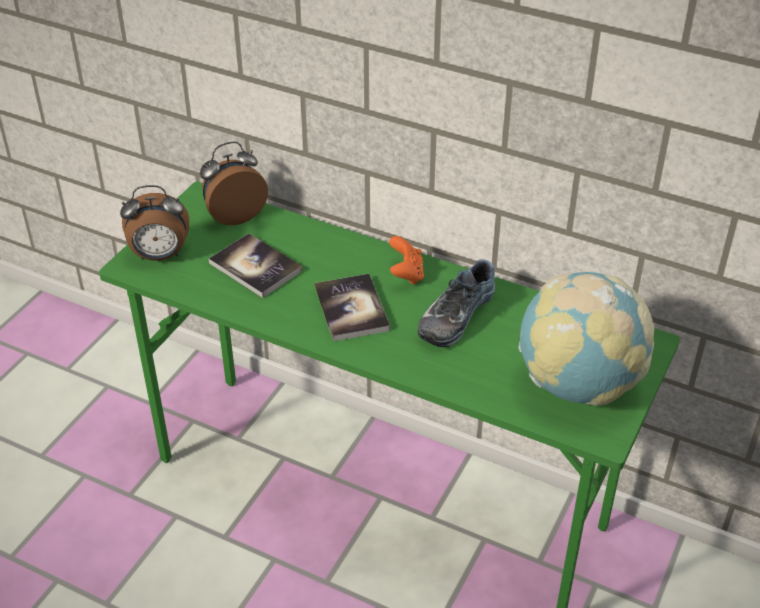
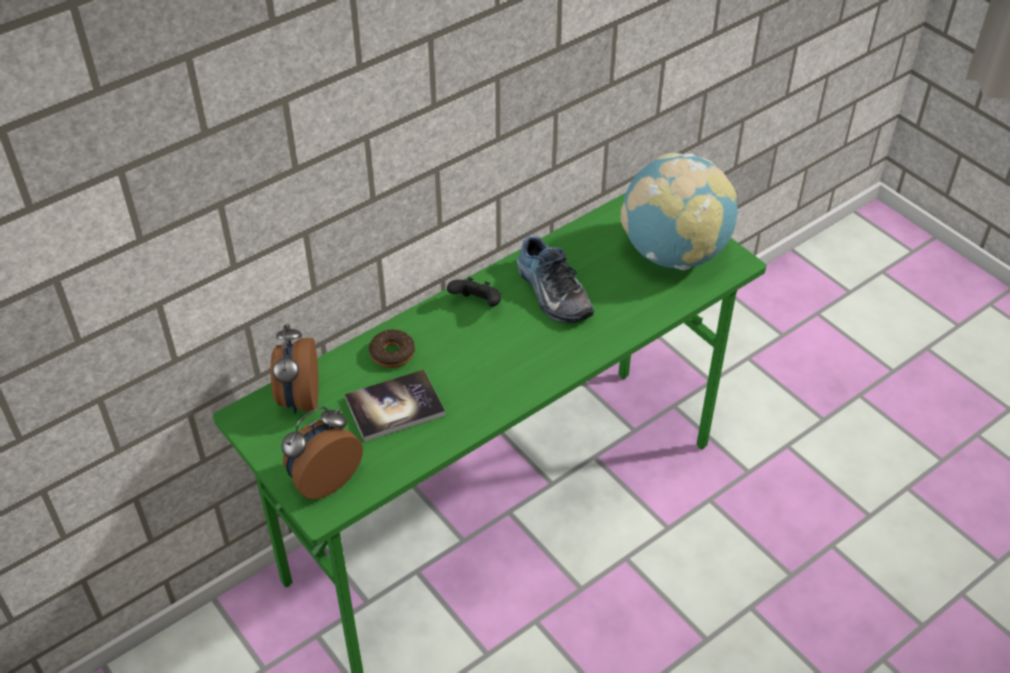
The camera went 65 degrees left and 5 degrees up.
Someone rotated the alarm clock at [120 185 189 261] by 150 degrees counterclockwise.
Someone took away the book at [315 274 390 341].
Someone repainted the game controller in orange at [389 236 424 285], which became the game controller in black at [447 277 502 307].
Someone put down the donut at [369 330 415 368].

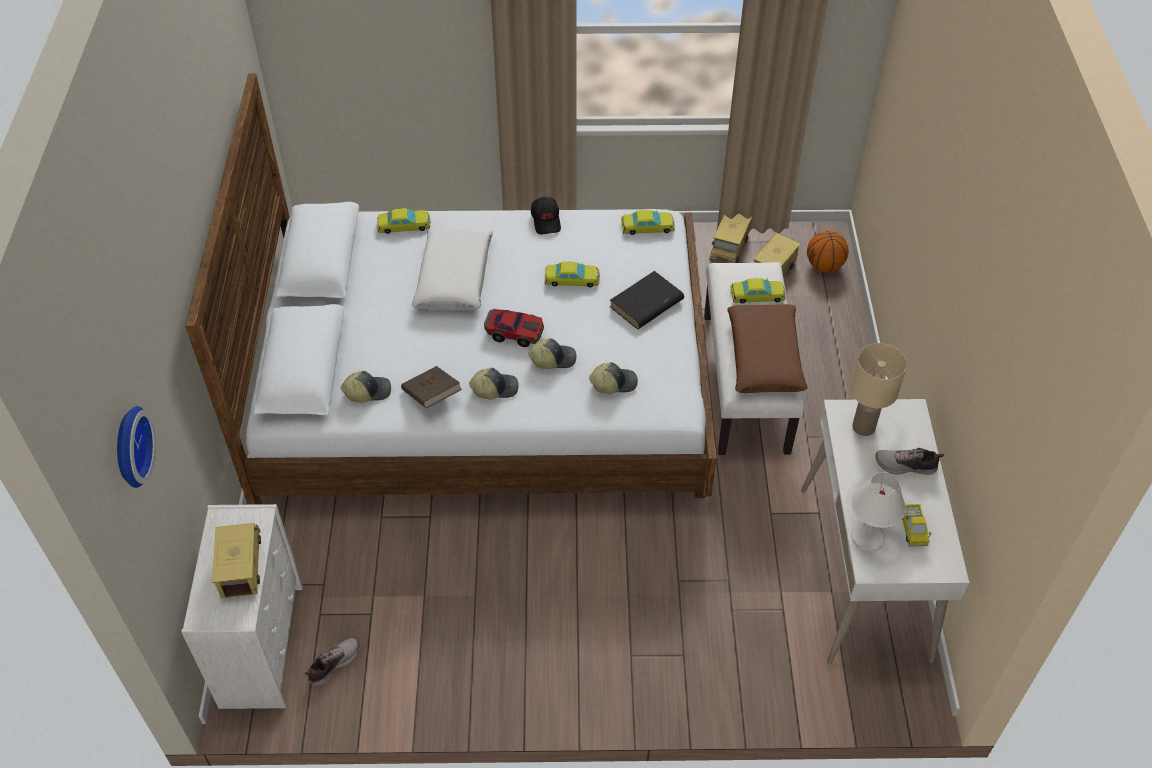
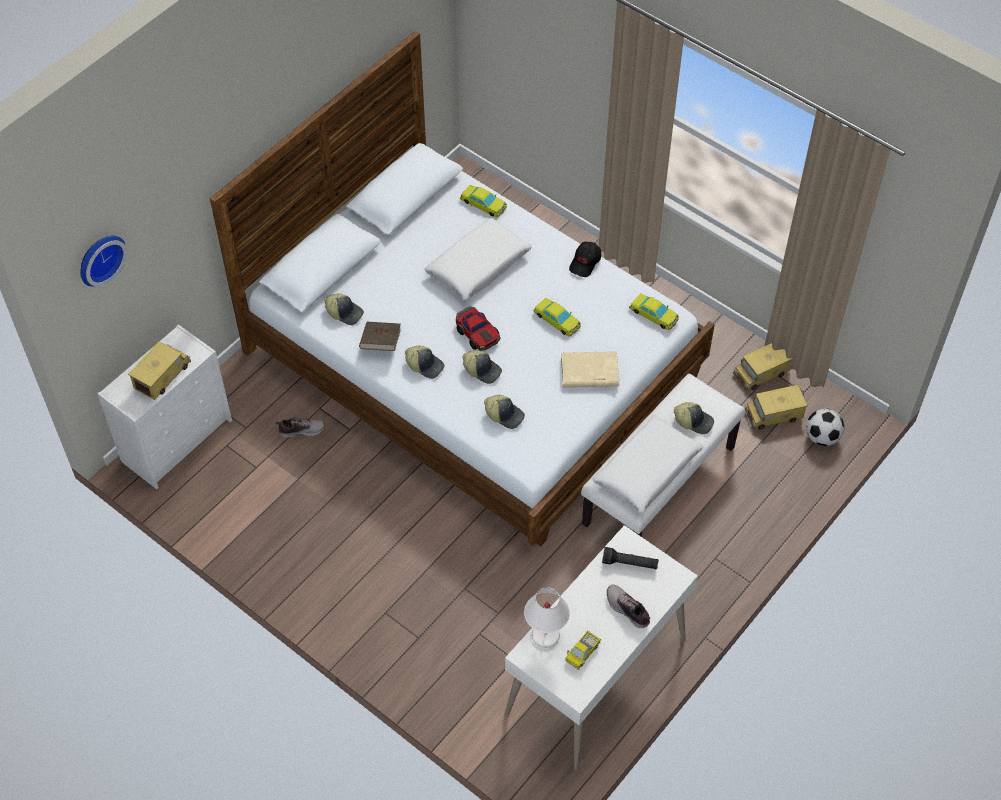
The camera went 40 degrees right and 5 degrees up.
Someone carried the shoe from [305 638 359 686] to [276 417 325 438].
Someone repainted the book in black at [610 271 684 329], which became the book in beige at [561 351 619 388].
Someone repainted the pillow in brown at [727 304 807 393], which became the pillow in white at [592 415 703 513].
Someone swapped the toy car in yellow at [730 278 786 304] for the cap at [674 402 714 434].
Someone swapped the basketball at [807 231 849 272] for the football at [806 408 844 446].
Someone swapped the table lamp in beige at [851 343 907 436] for the flashlight in black at [602 547 659 569].

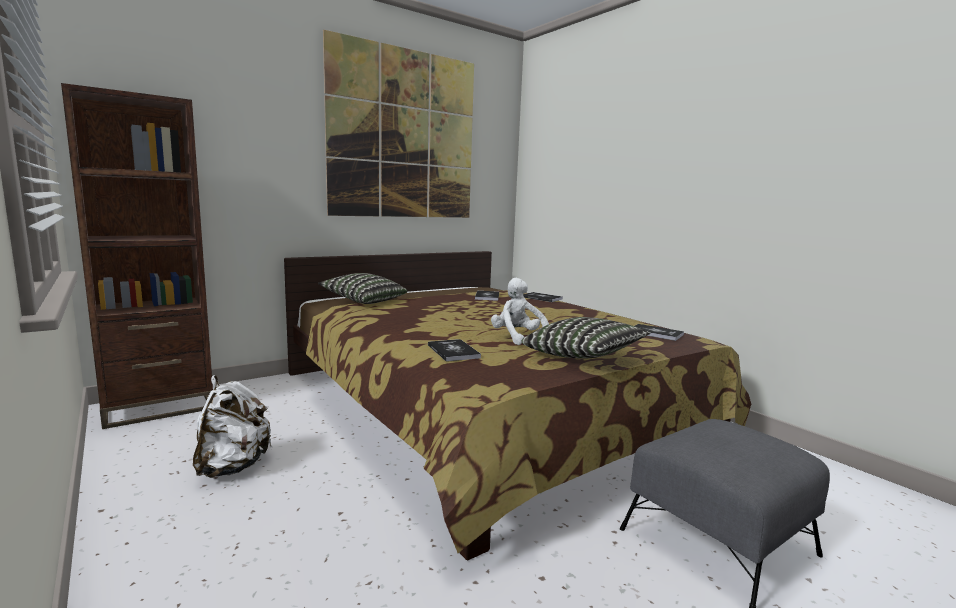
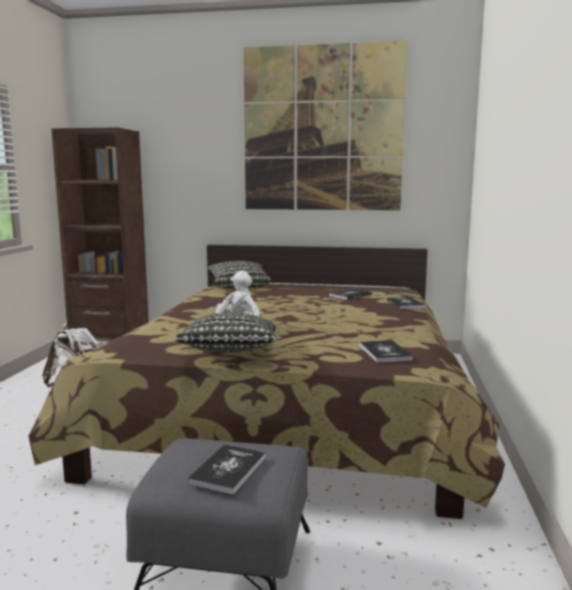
The camera went 45 degrees right and 0 degrees up.
Someone carried the book from [428 339 481 362] to [187 444 266 494].

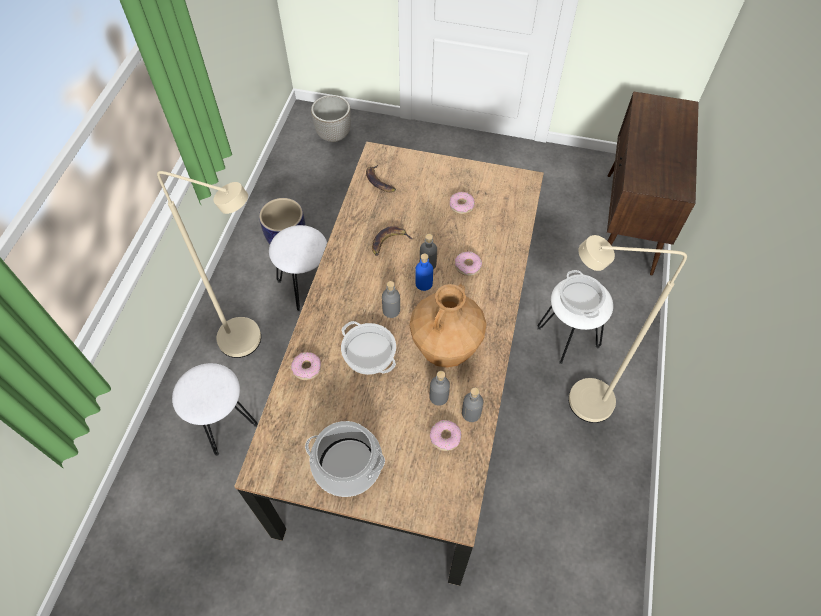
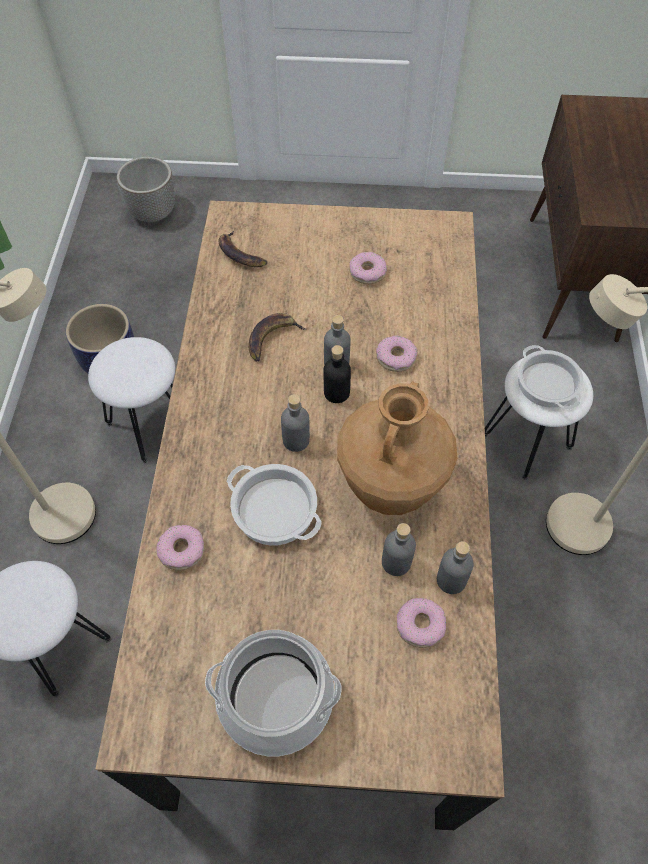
The camera went 10 degrees left and 0 degrees up.
Someone repainted the bottle in blue at [415 254 433 291], which became the bottle in black at [324 345 351 403].

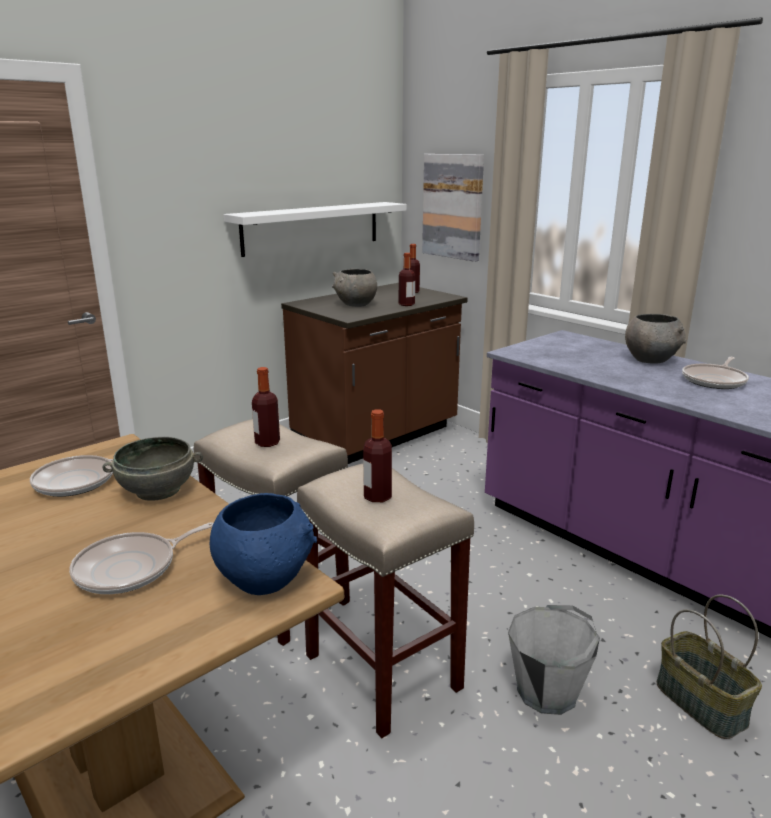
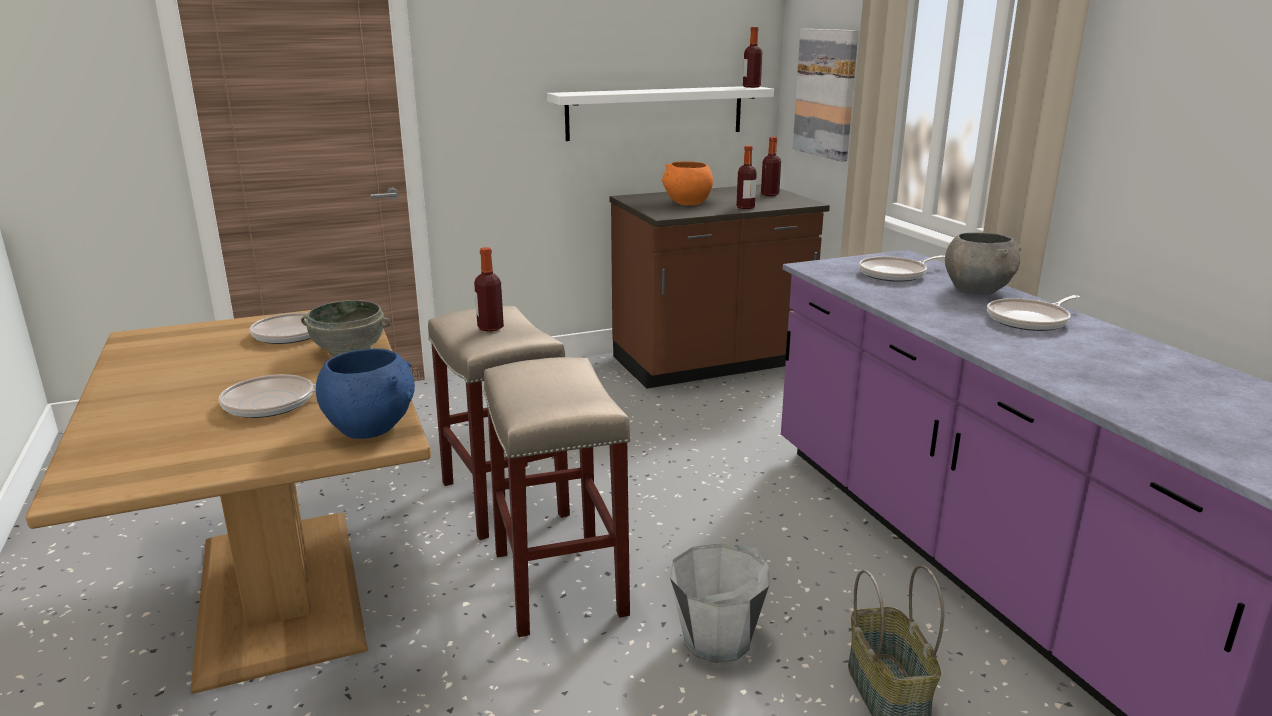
The camera went 20 degrees right and 0 degrees up.
Someone repainted the bowl in grey at [332 269 377 307], which became the bowl in orange at [662 161 713 206].
Someone carried the bottle from [363 409 392 502] to [743 27 763 88].
Someone put down the frying pan at [859 255 945 282].

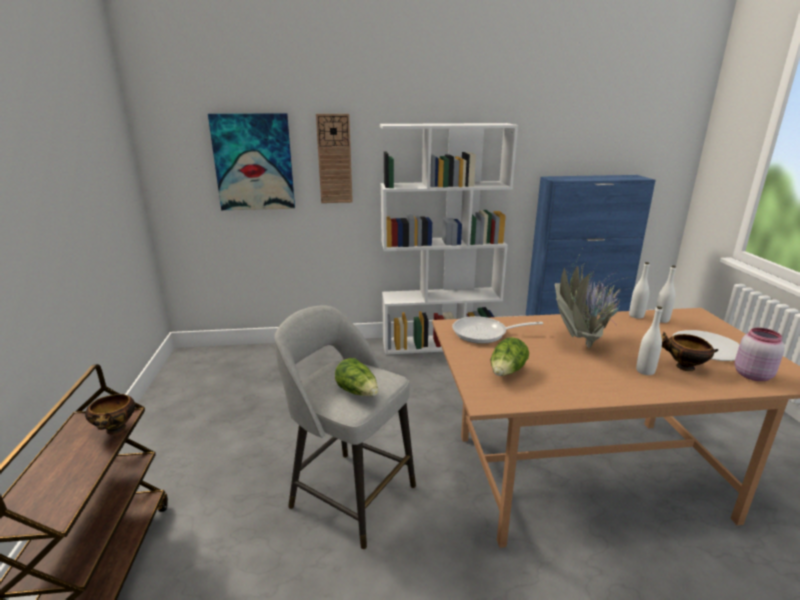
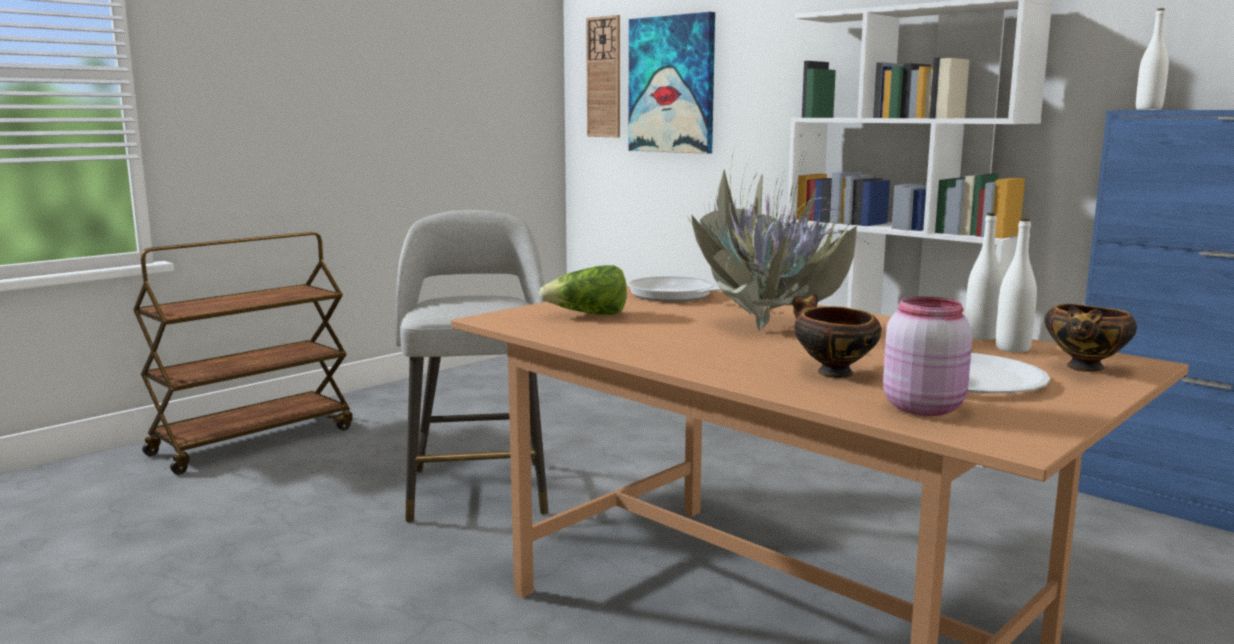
The camera went 50 degrees right and 10 degrees down.
Someone carried the bowl from [85 394 135 434] to [1044 304 1137 372].
Someone carried the wall clock from [316 114 353 203] to [586 15 620 137].
Someone took away the lettuce at [335 358 378 396].
Someone carried the bottle in white from [636 306 662 375] to [1136 8 1169 109].

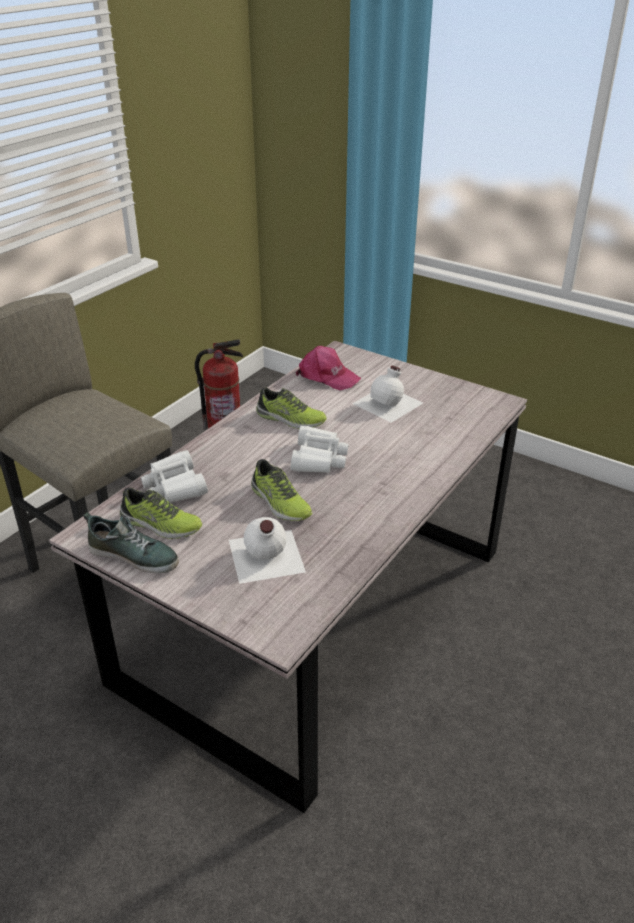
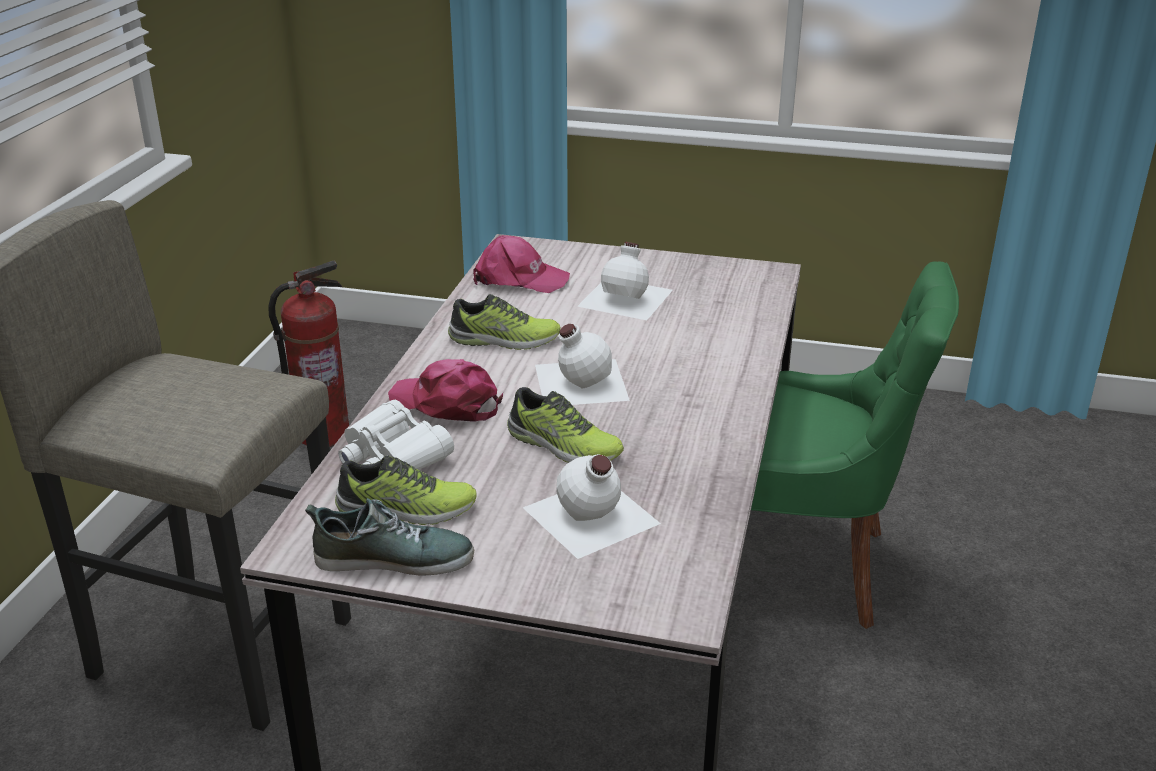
The camera went 20 degrees left and 5 degrees down.
Someone swapped the binoculars in white at [291 426 349 473] for the bottle in white at [535 324 630 405].
Someone put down the cap in pink at [388 359 503 422].
Someone put down the chair in green at [751 261 959 629].

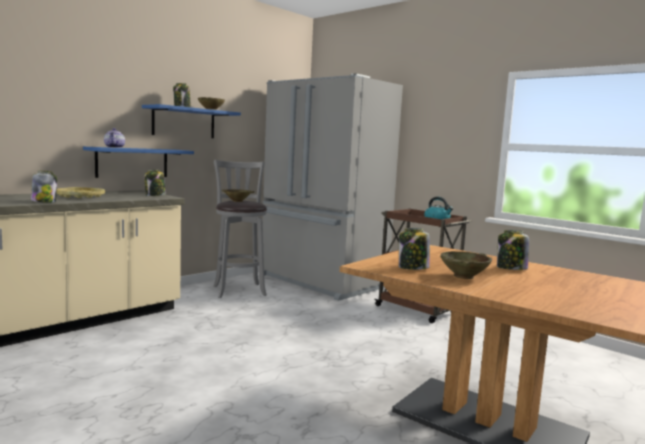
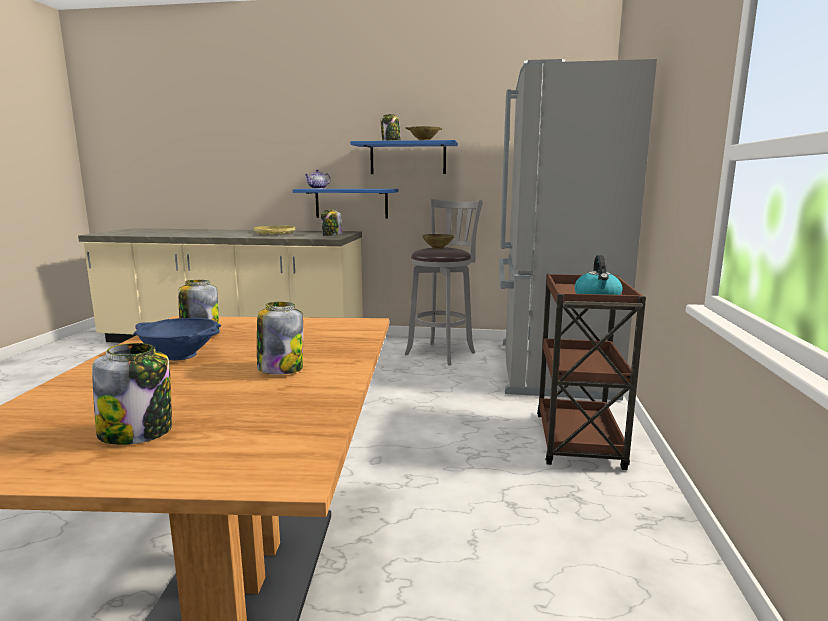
The camera went 55 degrees right and 5 degrees up.
Someone carried the jar from [31 170 57 203] to [92 343 172 445].
Someone repainted the bowl in beige at [440 251 492 279], which became the bowl in blue at [134 318 221 360].

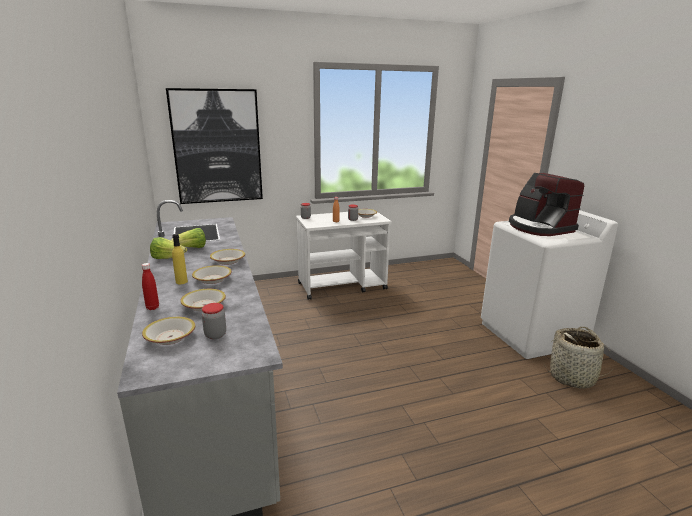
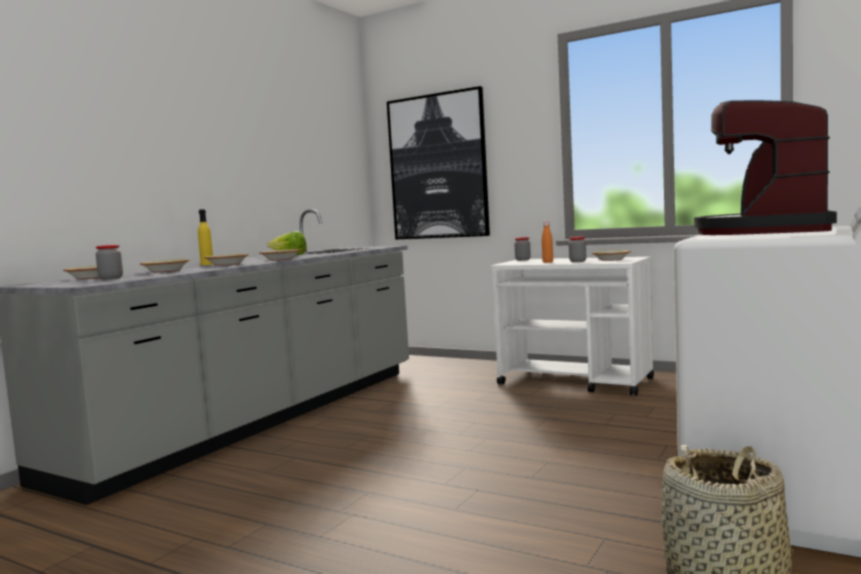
The camera went 50 degrees right and 15 degrees down.
Someone took away the bottle in red at [142 263 159 310].
Someone took away the lettuce at [150 237 187 259].

